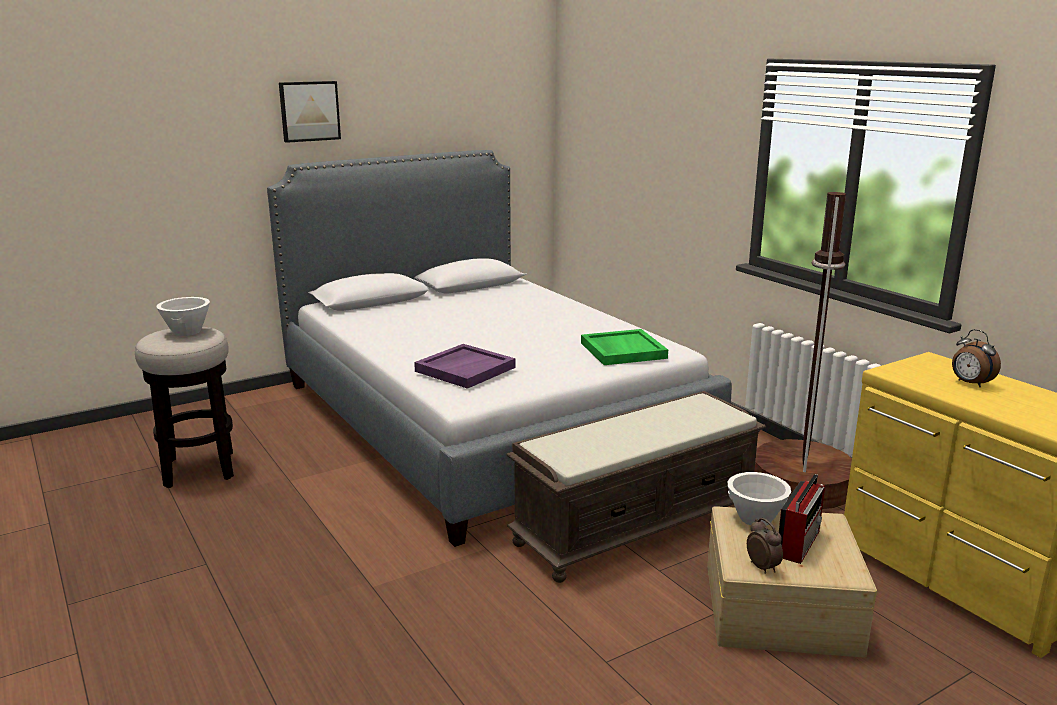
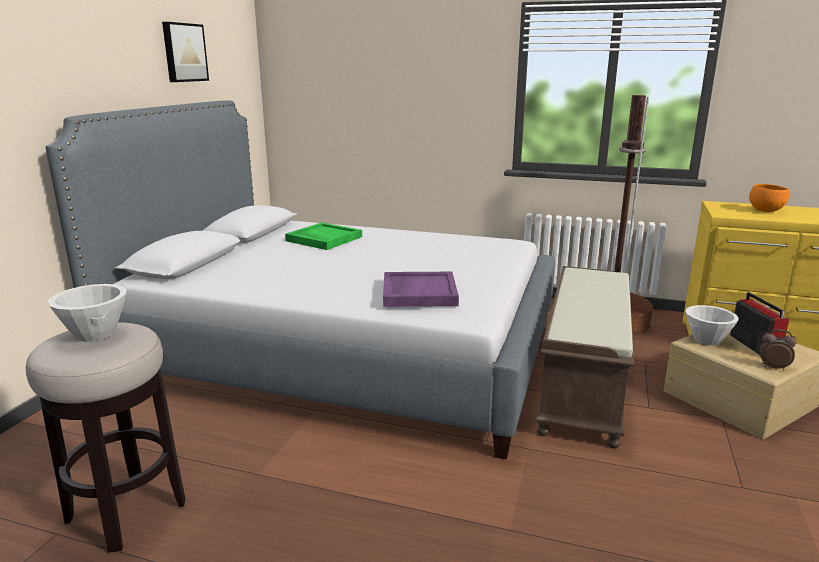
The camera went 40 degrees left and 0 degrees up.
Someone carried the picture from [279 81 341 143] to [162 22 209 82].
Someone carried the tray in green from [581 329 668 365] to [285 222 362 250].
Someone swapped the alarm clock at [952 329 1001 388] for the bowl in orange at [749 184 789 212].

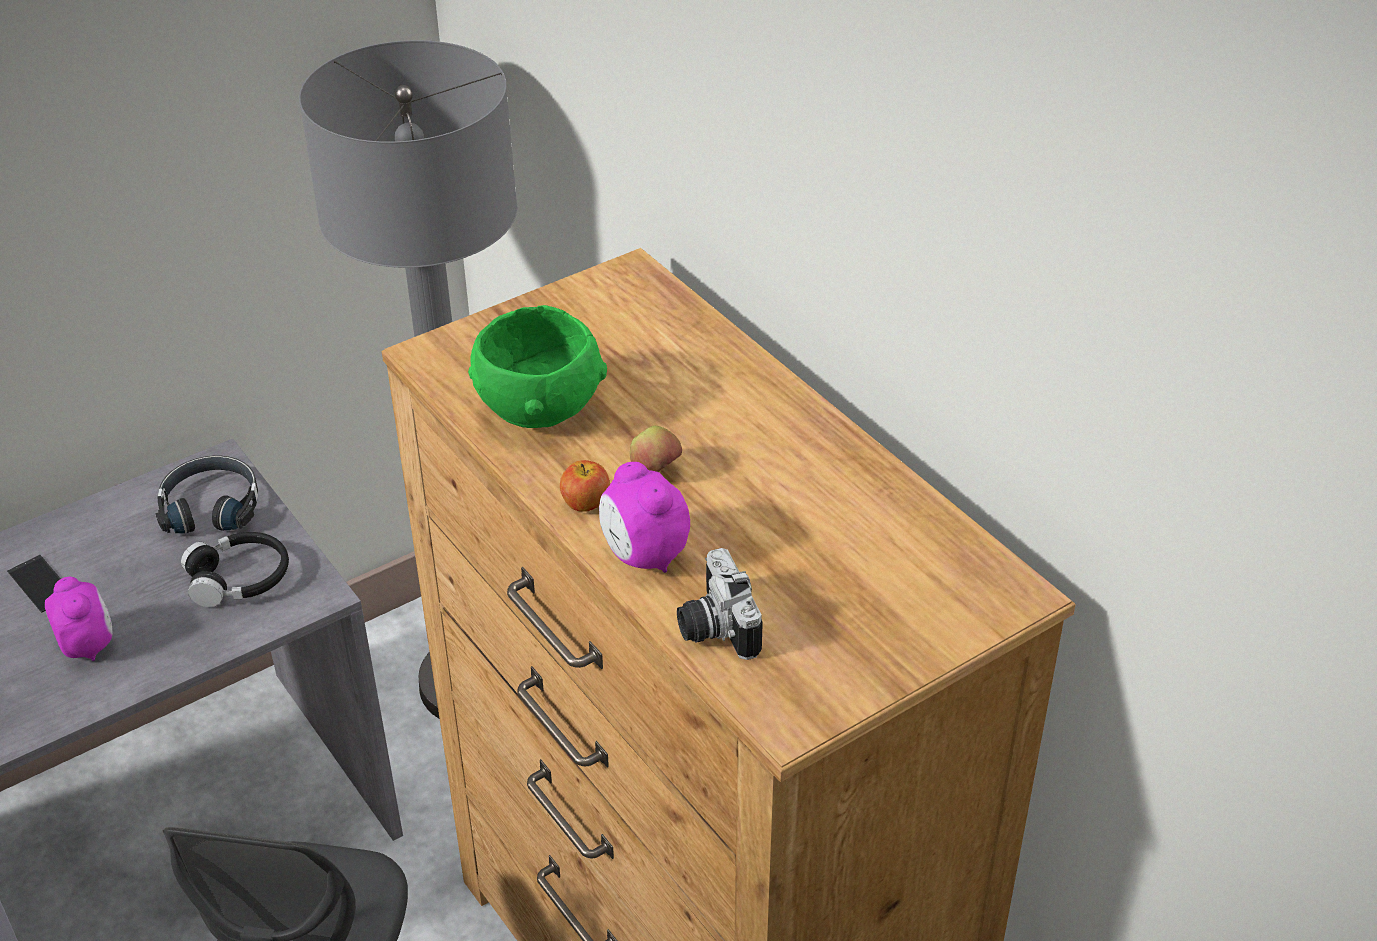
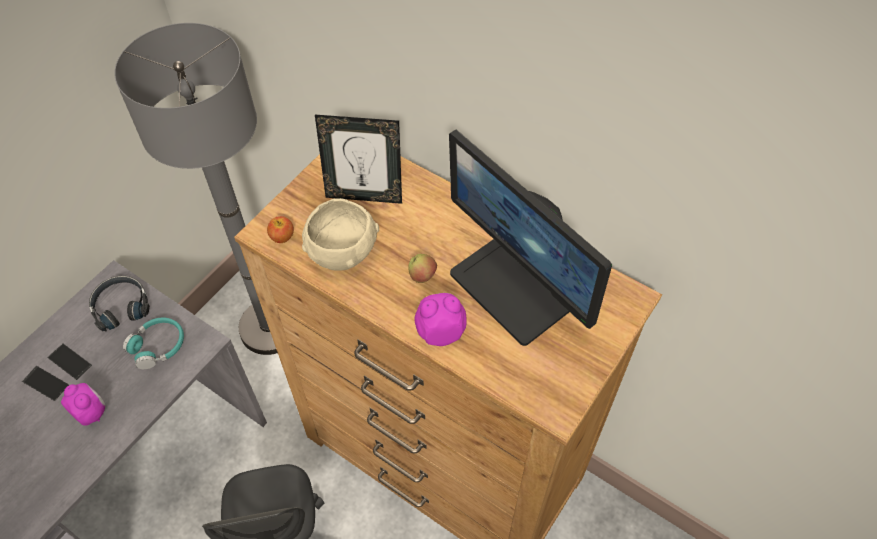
The camera went 20 degrees left and 15 degrees up.
Someone repainted the headphones in black at [181 532 289 607], which became the headphones in turquoise at [123 318 184 369].
Someone repainted the bowl in green at [468 305 607 428], which became the bowl in beige at [302 198 379 271].
Someone carried the apple from [560 460 610 512] to [267 216 294 243].
Someone rotated the alarm clock at [599 462 690 573] by 135 degrees clockwise.
Someone took away the photo camera at [677 548 763 660].
Someone put down the phone at [47 344 92 380].
Someone put down the picture frame at [315 115 402 204].
Someone put down the monitor at [449 130 612 346].

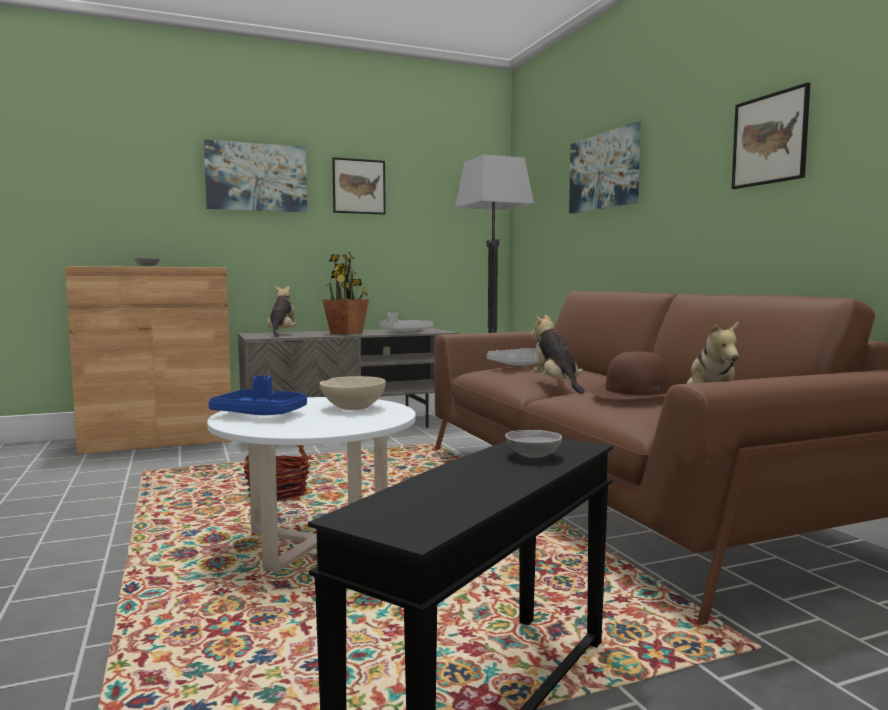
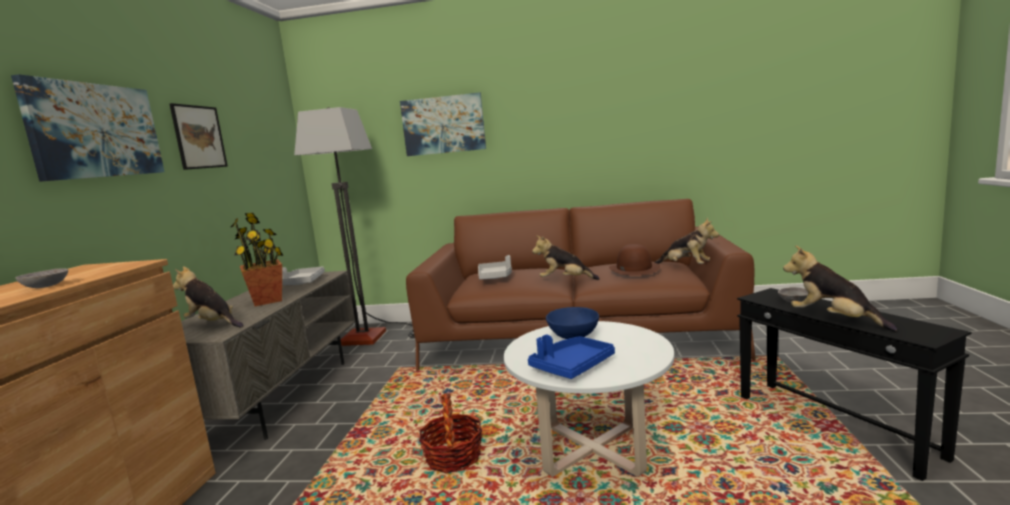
The camera went 60 degrees left and 5 degrees up.
Someone repainted the bowl in beige at [320 376 386 410], which became the bowl in blue at [546 307 599 339].
Someone took away the picture at [732 82 810 189].
Someone put down the plush toy at [783 245 897 331].

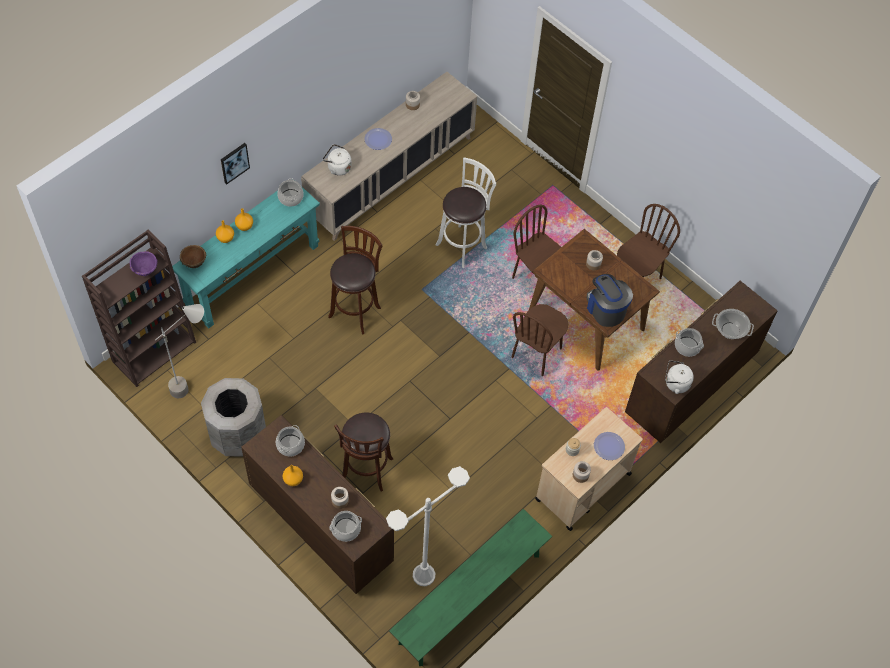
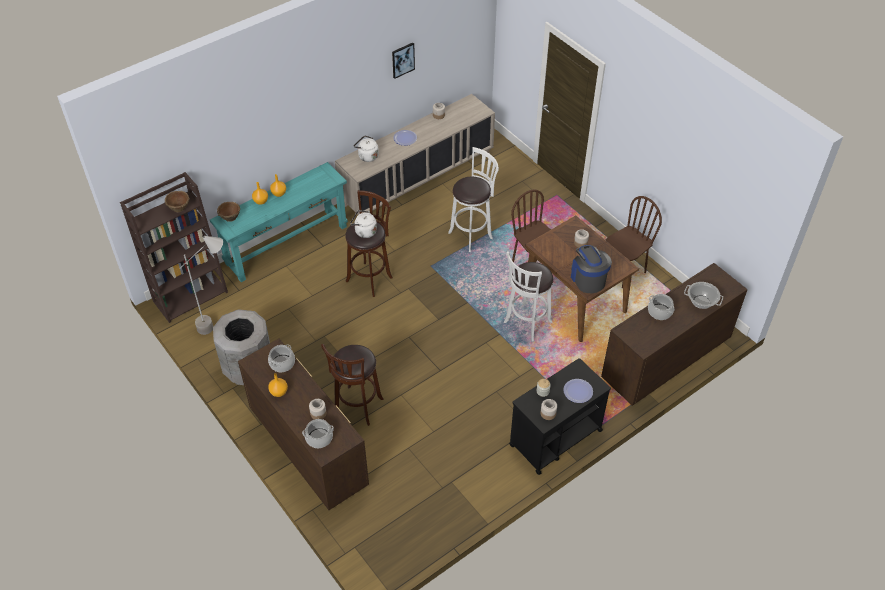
The camera went 10 degrees right and 10 degrees down.
Someone repainted the bowl in purple at [129 251 158 276], which became the bowl in brown at [165 191 190 212].
Someone carried the picture from [221 143 250 185] to [392 43 415 79].
Someone took away the cooking pot at [277 178 304 207].
Someone took away the floor lamp in white at [386 466 470 586].
Someone took away the bench in green at [389 509 552 666].
Someone swapped the chair in brown at [511 304 568 376] for the stool in white at [504 251 553 341].
Someone repainted the cart in beige at [535 407 643 531], which became the cart in black at [509 358 611 475].
Someone carried the kettle in white from [665 360 694 394] to [350 210 377 238].

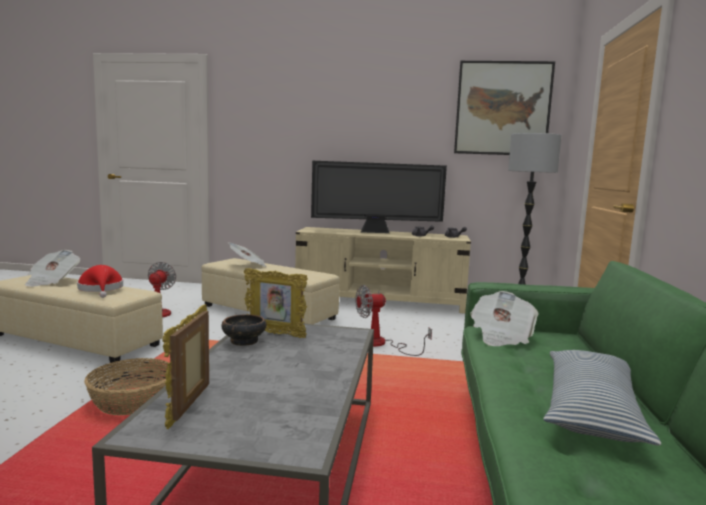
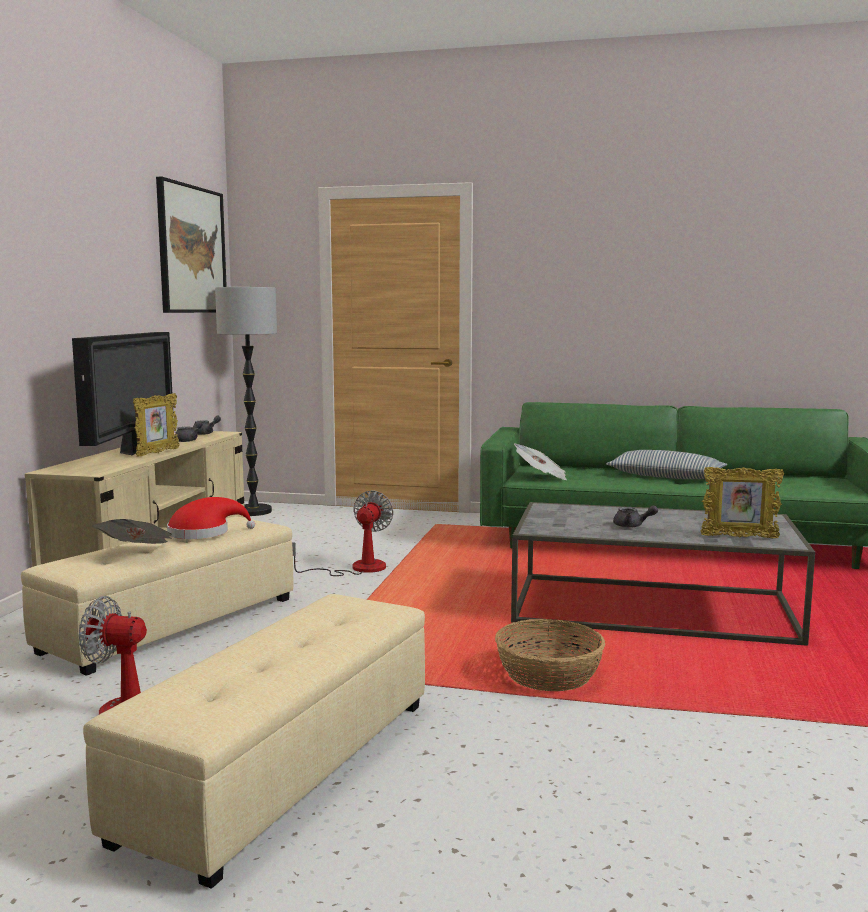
The camera went 85 degrees left and 0 degrees up.
Someone took away the newspaper at [25 250 80 287].
Someone carried the hat in red from [77 265 123 298] to [167 497 255 539].
Someone took away the bowl at [221 314 266 346].
Someone carried the picture frame from [244 268 308 338] to [133 393 179 457].
Someone rotated the fan at [355 285 432 356] by 150 degrees counterclockwise.
Someone put down the teapot in grey at [613 505 658 528].

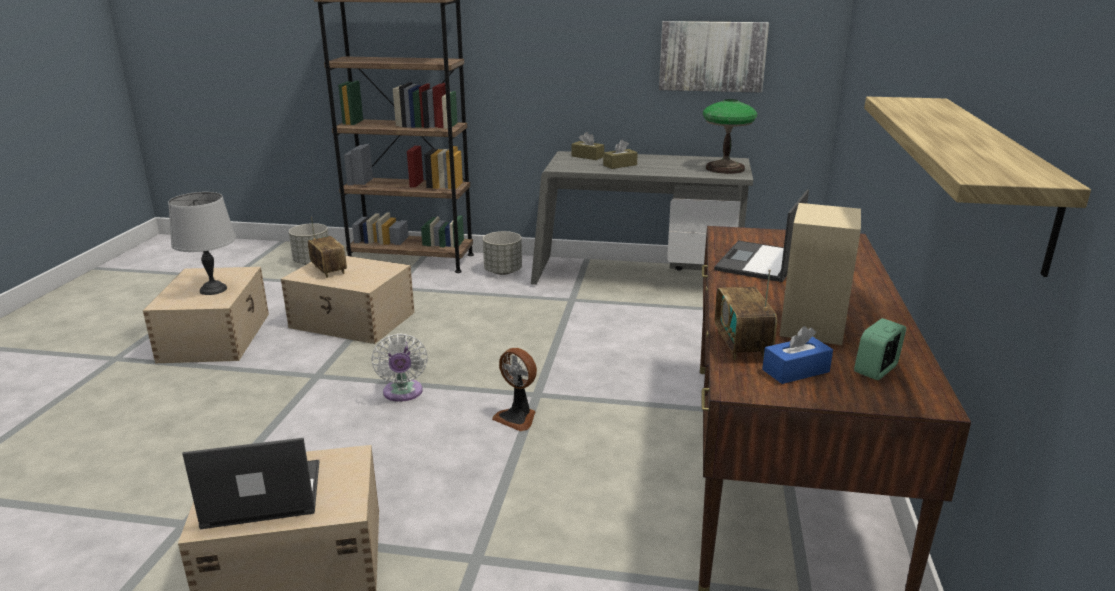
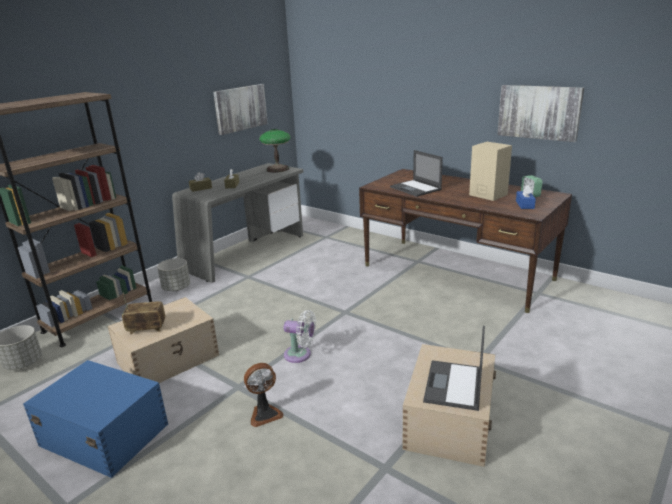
The camera went 60 degrees left and 0 degrees up.
Someone repainted the storage box in beige at [143 267 269 363], which became the storage box in blue at [23 360 168 478].
Someone took away the table lamp in grey at [168 192 236 295].
Someone carried the fan from [492 348 537 431] to [244 363 284 427].
Someone took away the radio at [715 269 777 360].
Someone swapped the shelf at [864 97 1091 277] for the picture at [497 85 584 142].

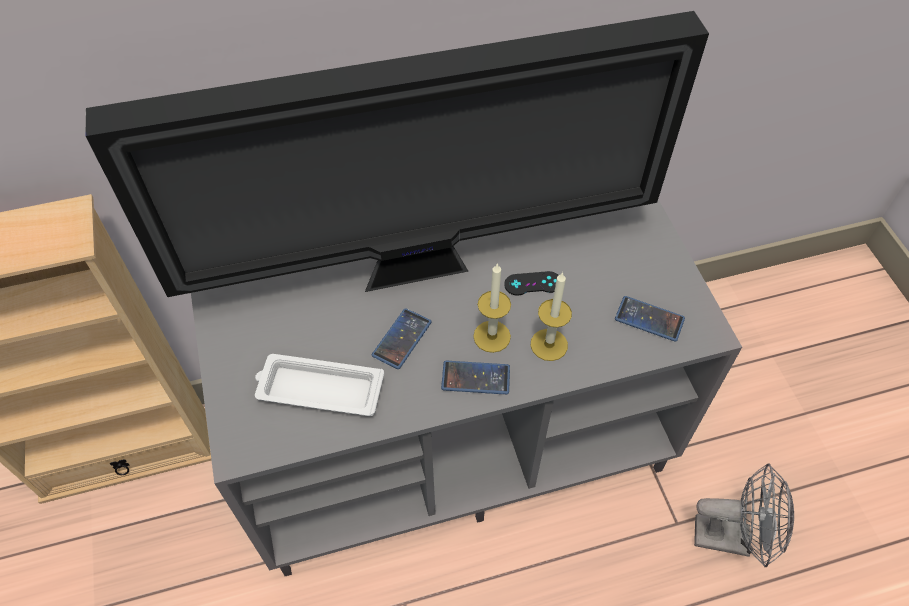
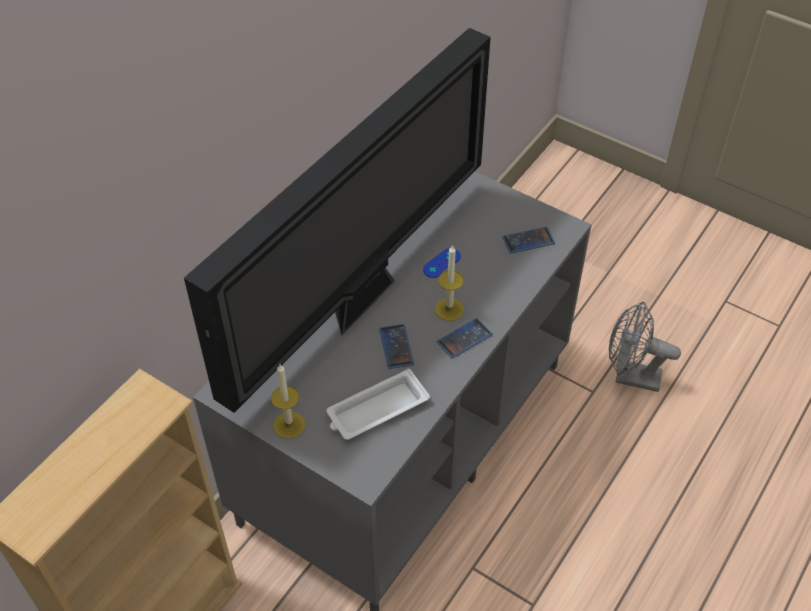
The camera went 40 degrees left and 5 degrees down.
Someone repainted the game controller in black at [504 271 558 295], which became the game controller in blue at [423 248 461 278].
Someone carried the candle from [531 272 572 361] to [271 364 305 439].
Someone rotated the fan in grey at [694 463 794 567] by 135 degrees counterclockwise.

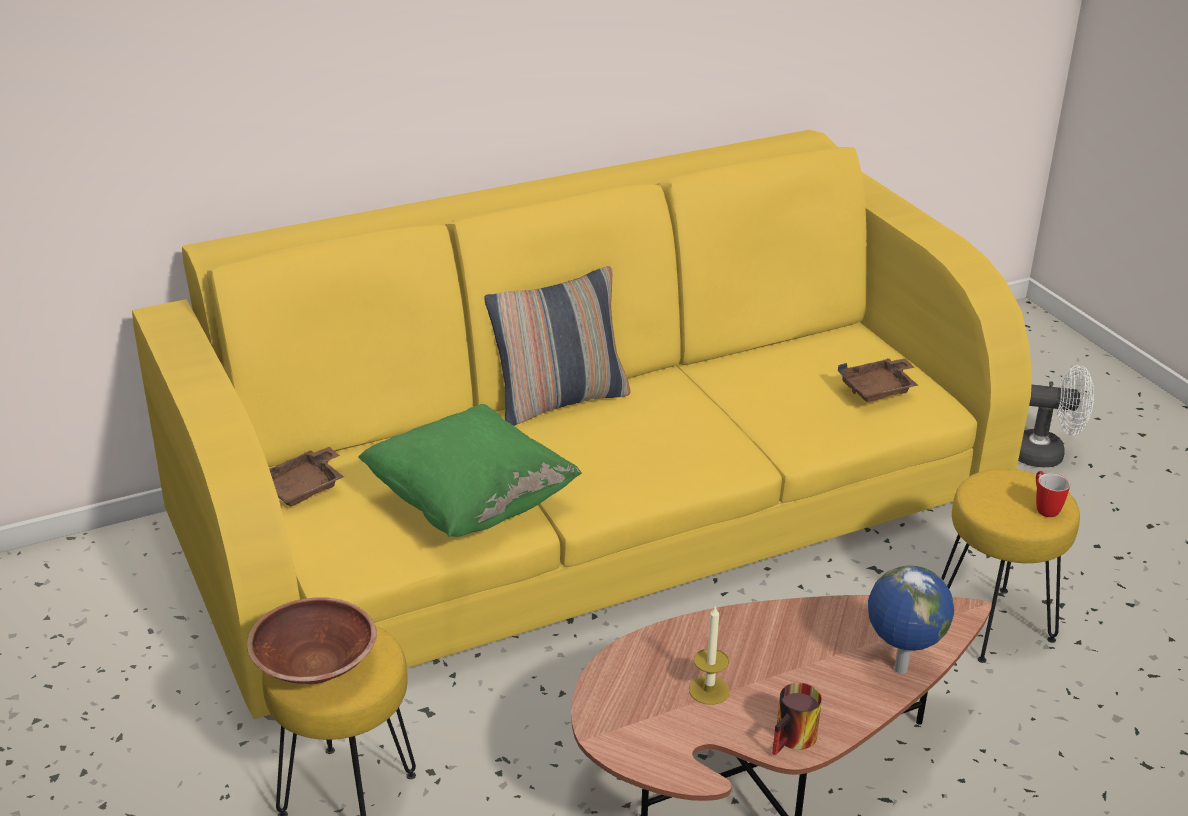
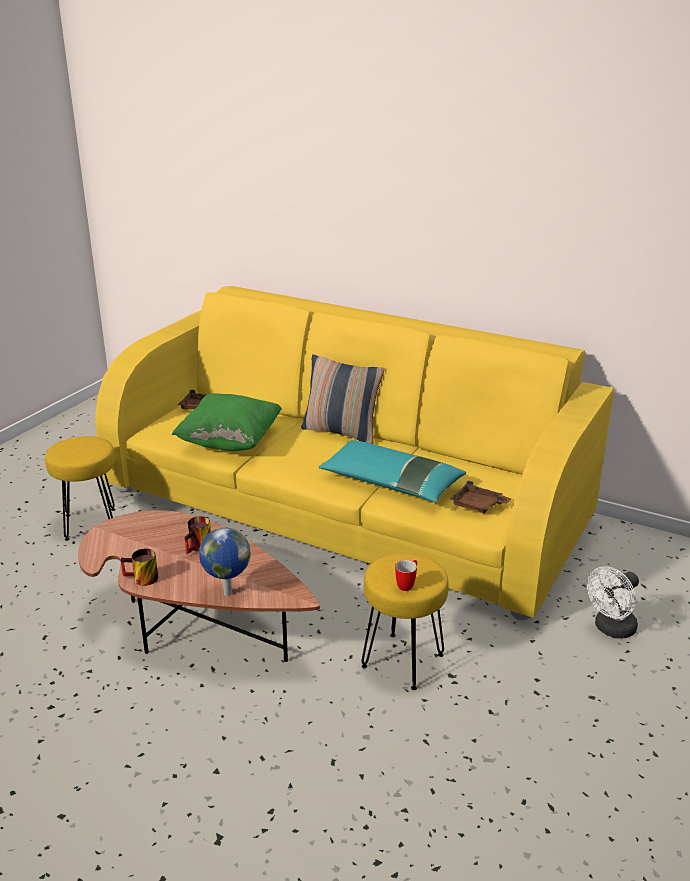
The camera went 55 degrees right and 5 degrees down.
Someone took away the bowl in brown at [247 597 377 684].
Someone took away the candle at [689 605 730 705].
Someone rotated the fan in white at [1018 365 1094 467] by 75 degrees clockwise.
Someone put down the mug at [185 516 211 554].
Someone put down the pillow in turquoise at [318 440 466 502].

